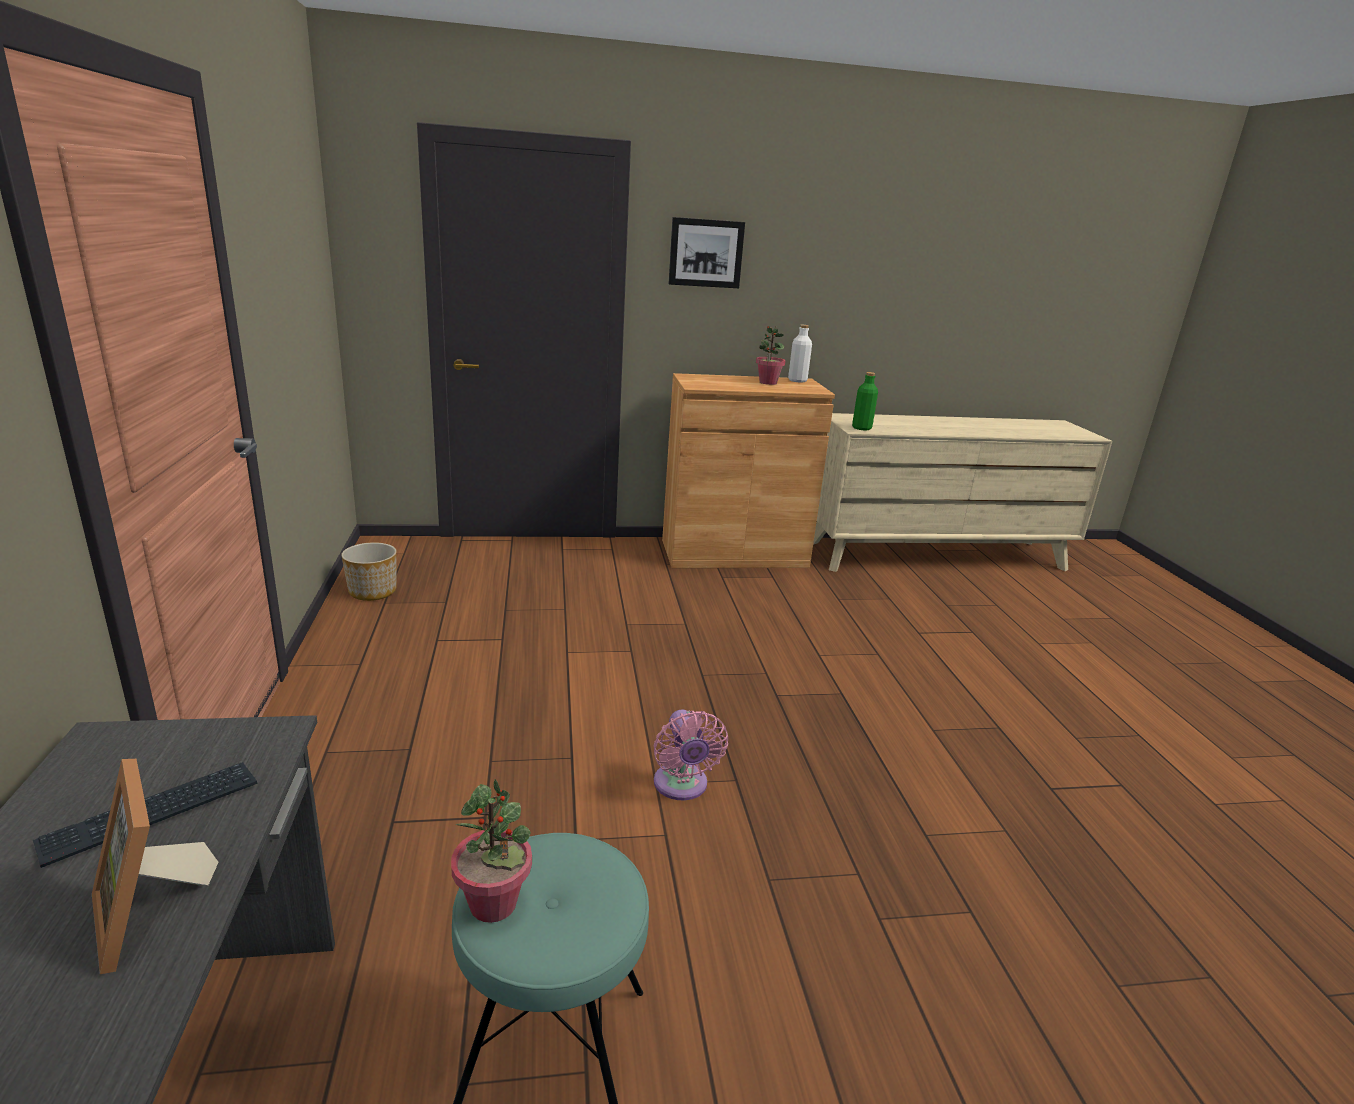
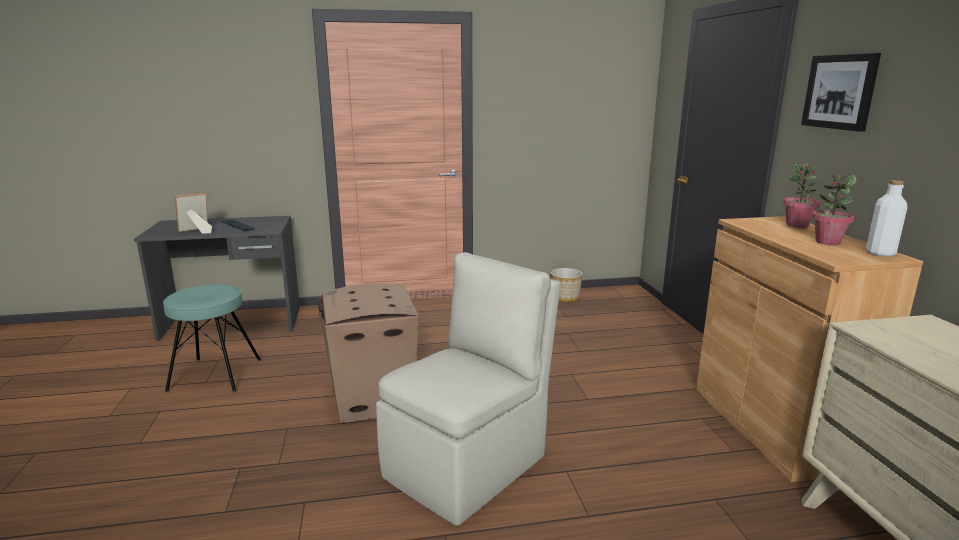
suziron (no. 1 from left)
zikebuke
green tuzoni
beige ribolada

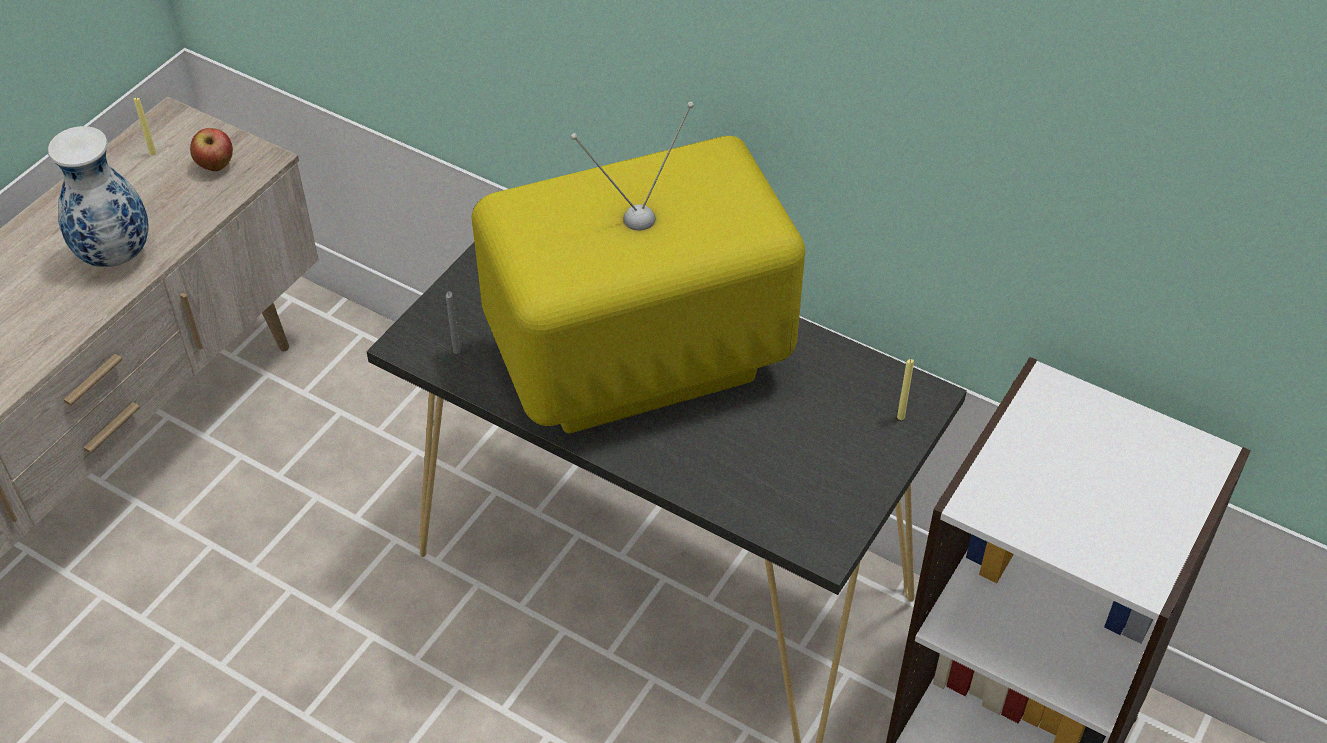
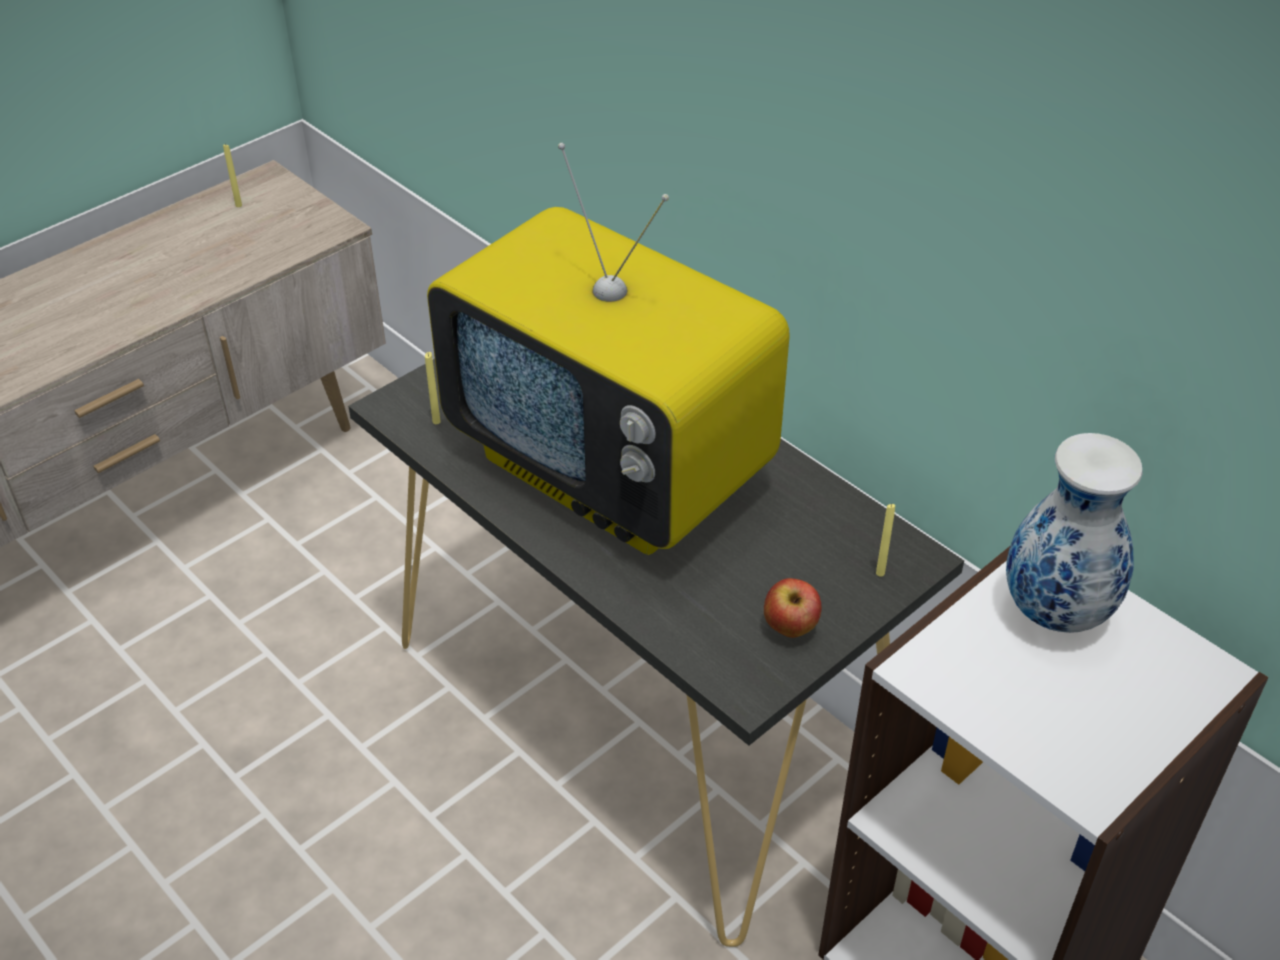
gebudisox
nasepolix
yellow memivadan (no. 2 from left)
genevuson

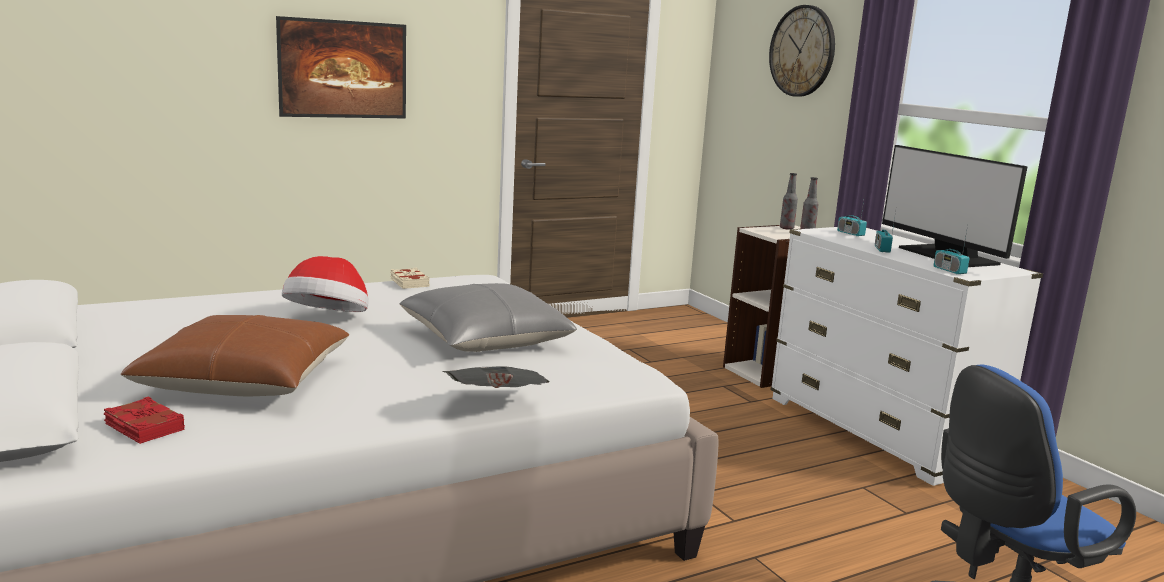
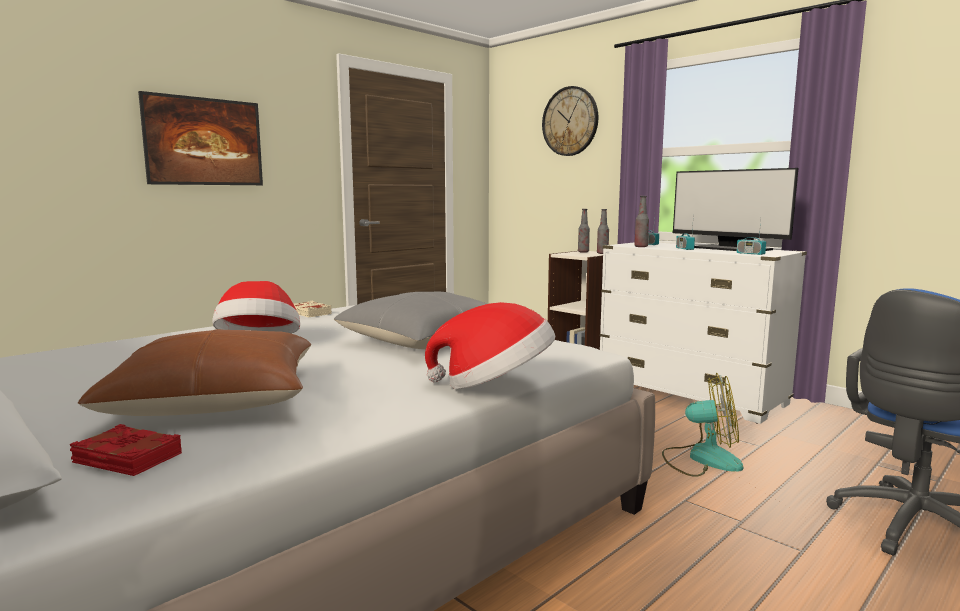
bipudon (no. 2 from left)
tuzoni (no. 3 from left)
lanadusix

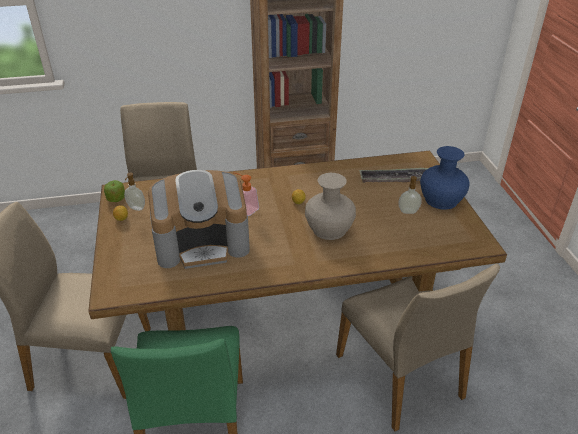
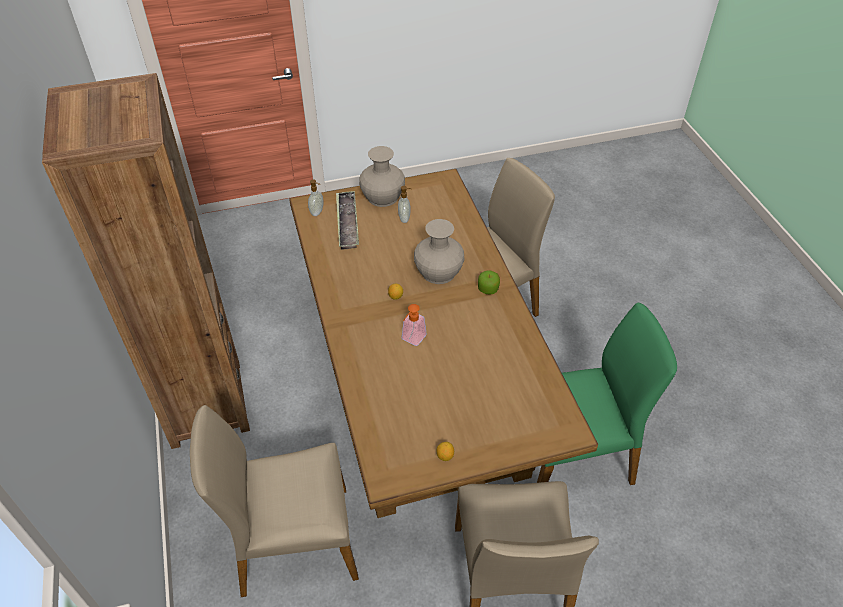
nasepolix
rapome (no. 1 from left)
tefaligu
beige gebudisox (no. 1 from left)

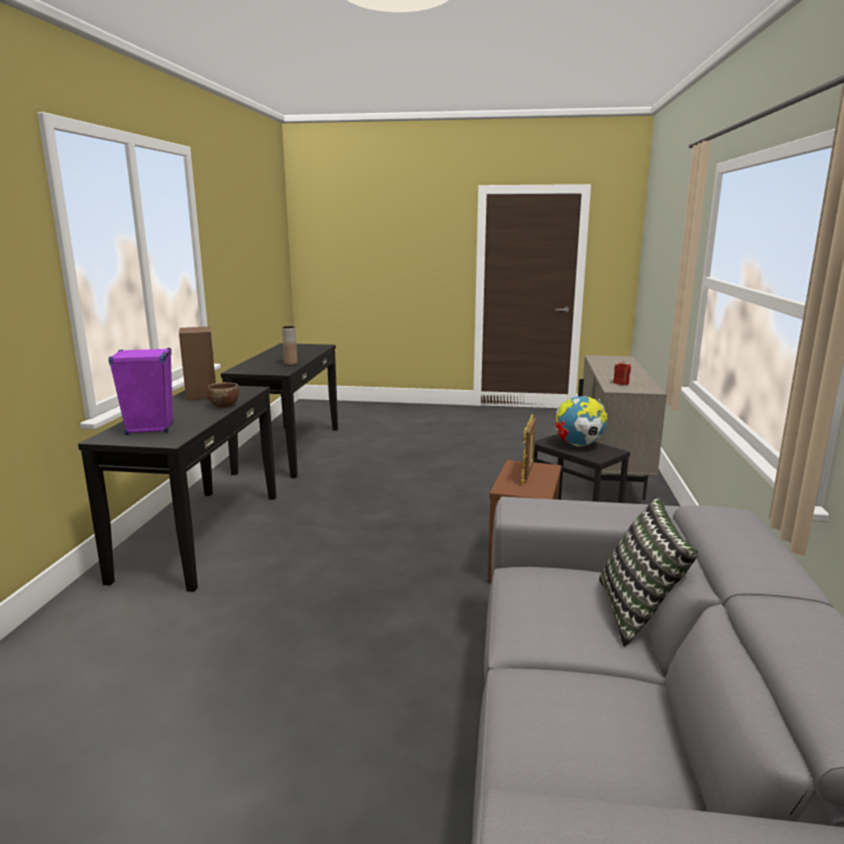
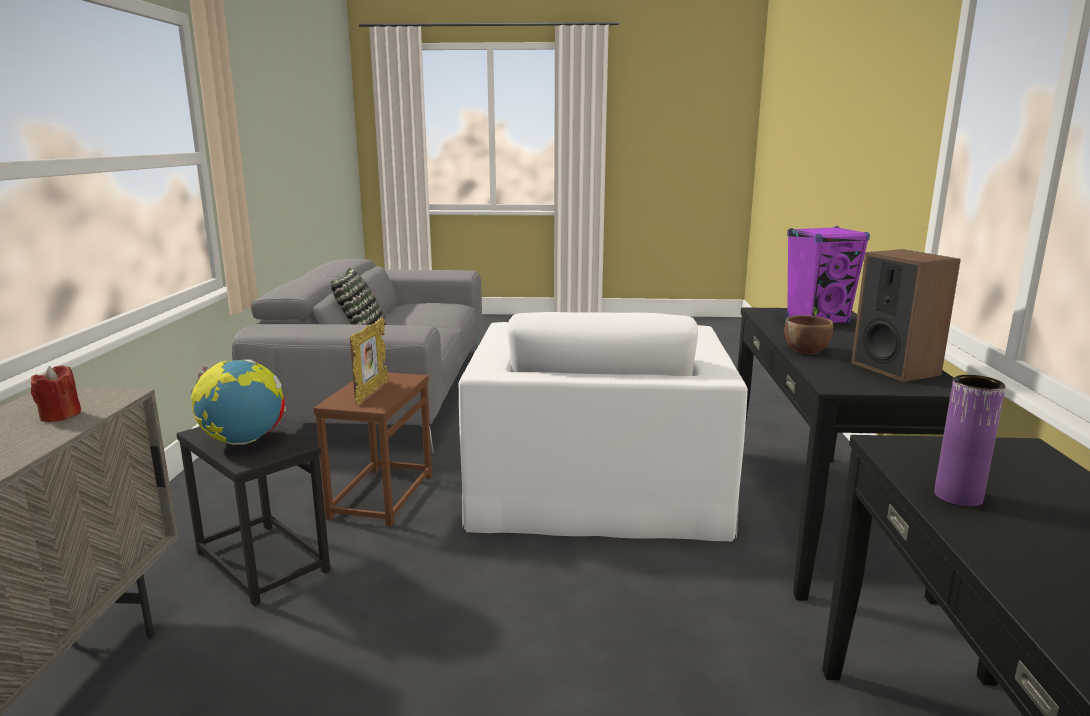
purple gebudisox
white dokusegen

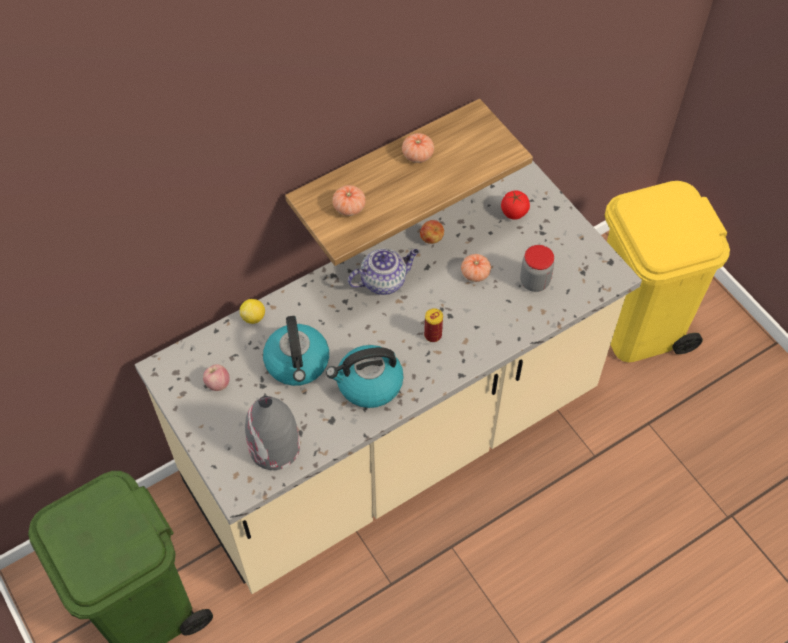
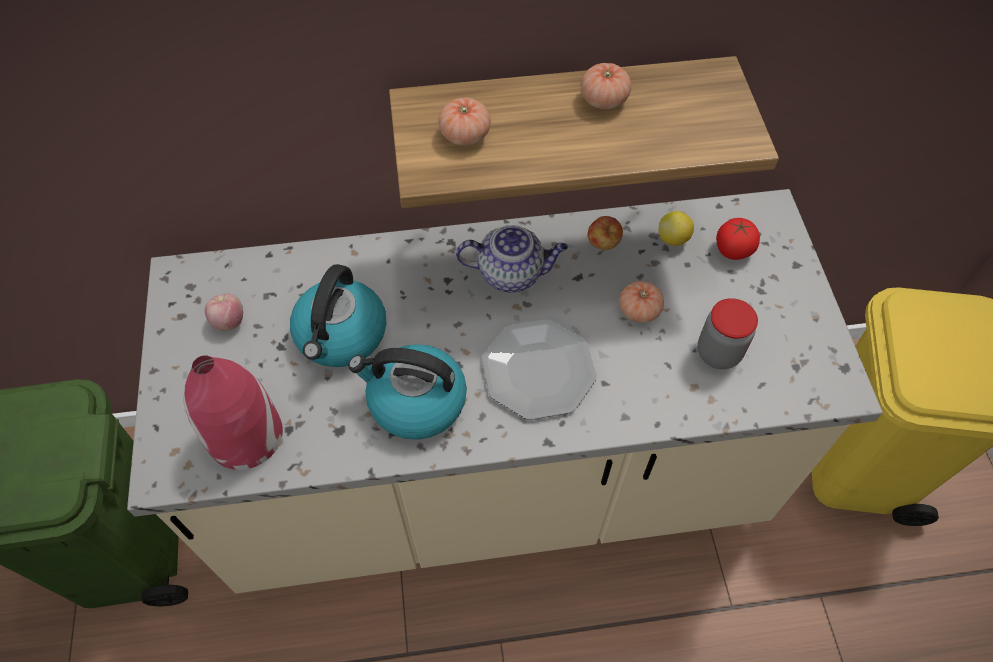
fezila
red gebudisox
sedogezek

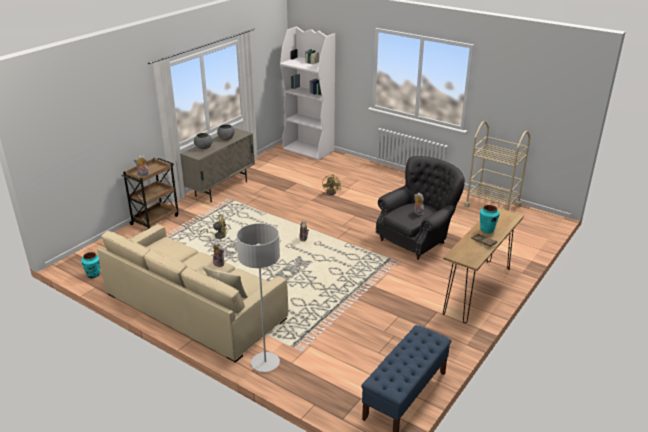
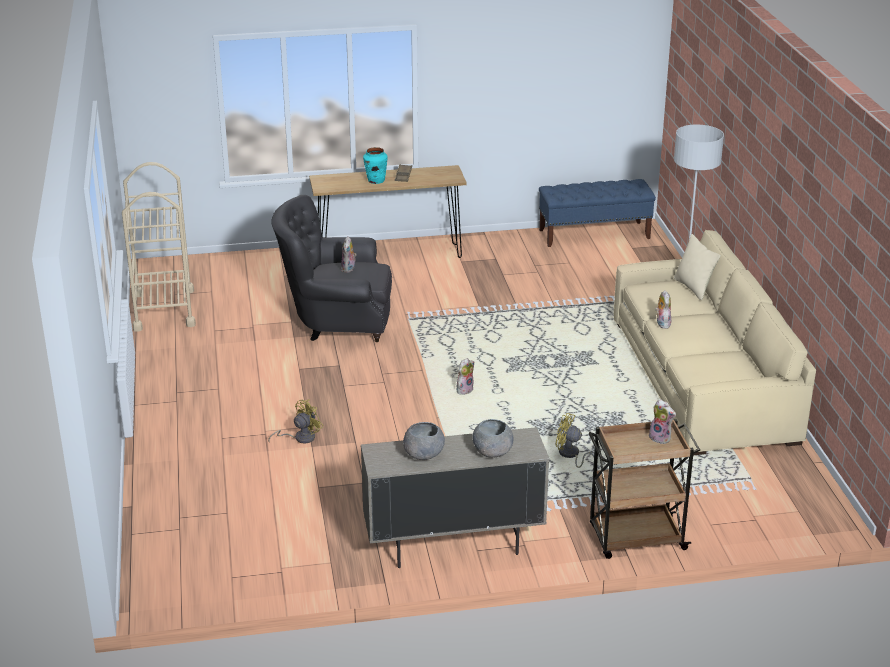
turquoise gebudisox (no. 1 from left in the first image)
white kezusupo

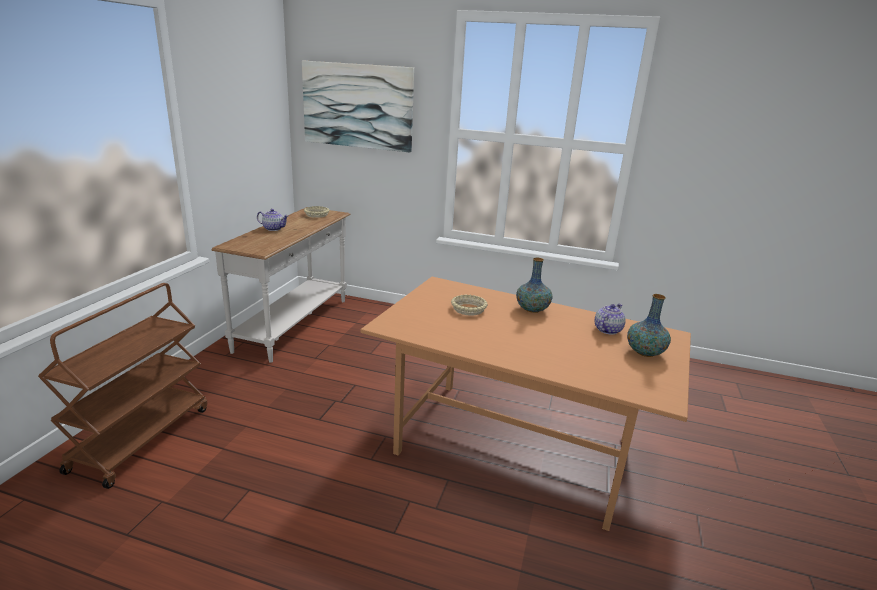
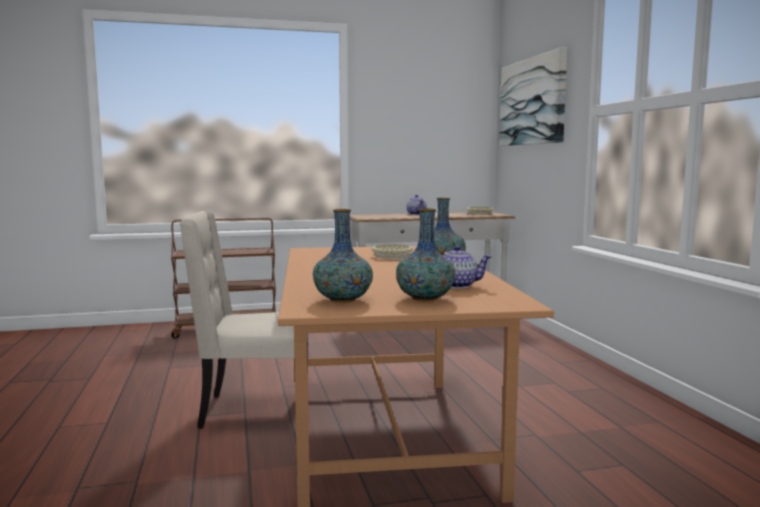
beige ribolada
gebudisox (no. 1 from left)

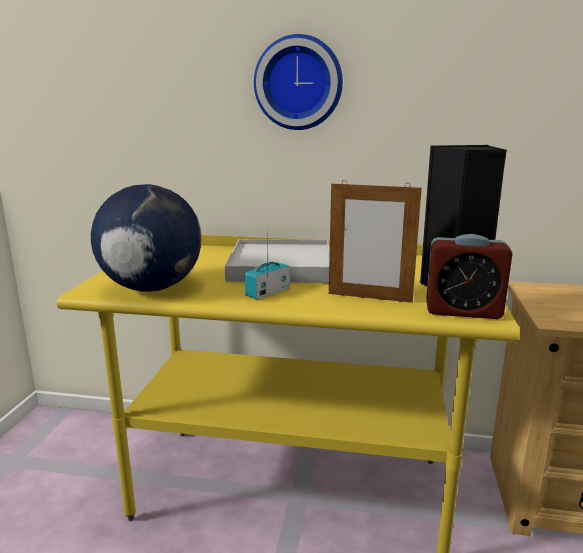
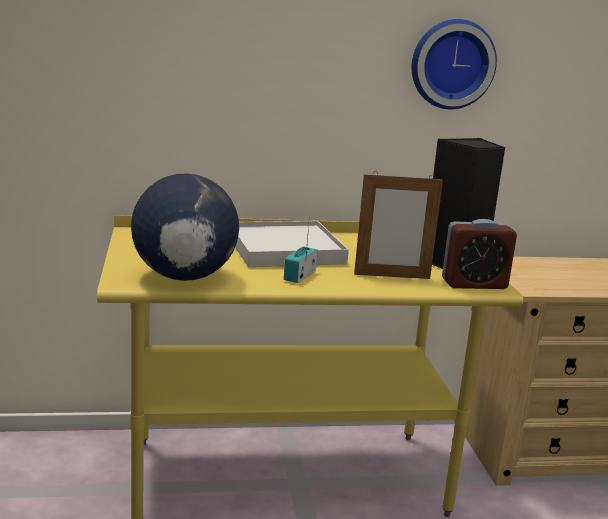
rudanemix

